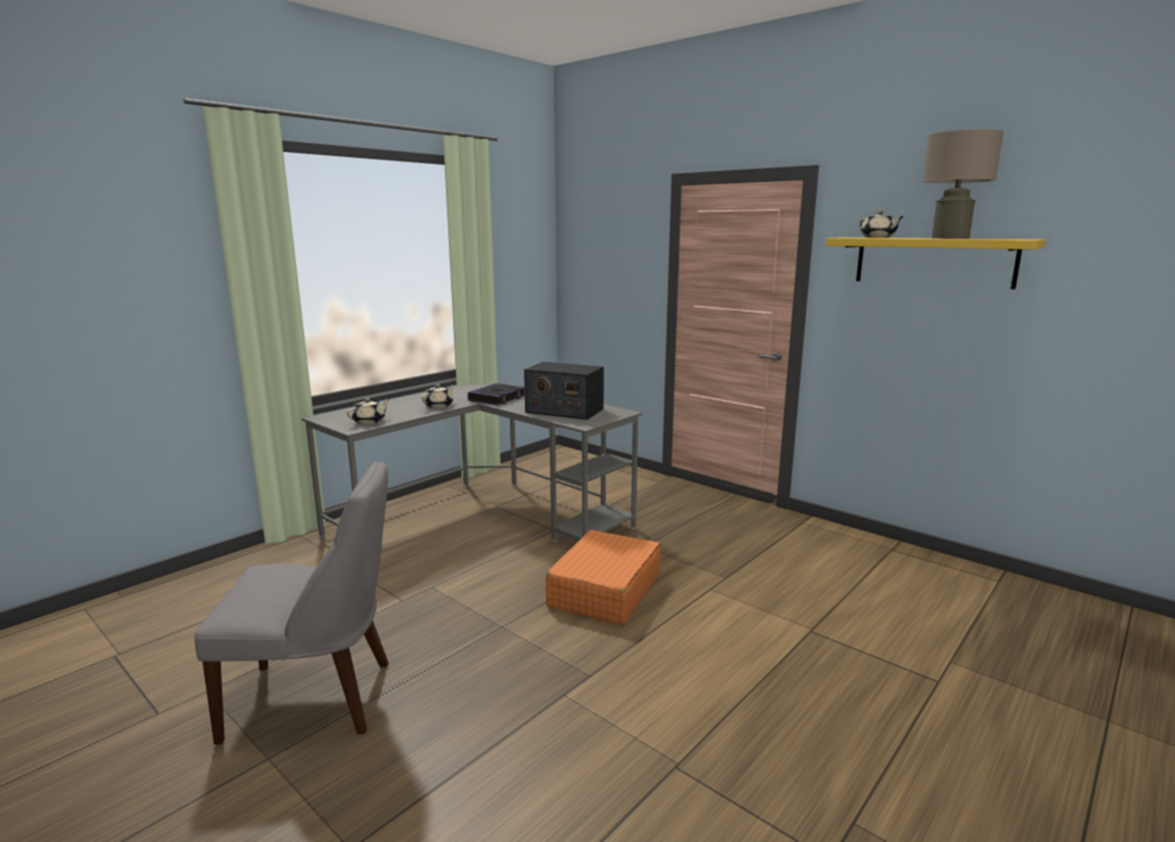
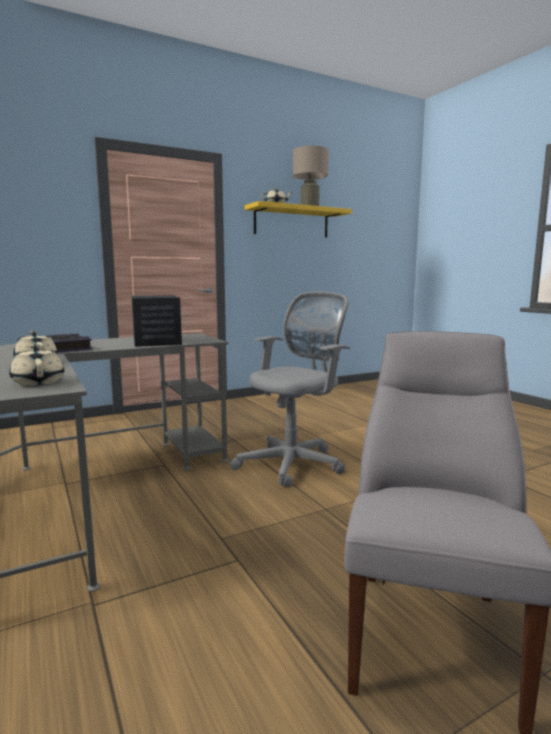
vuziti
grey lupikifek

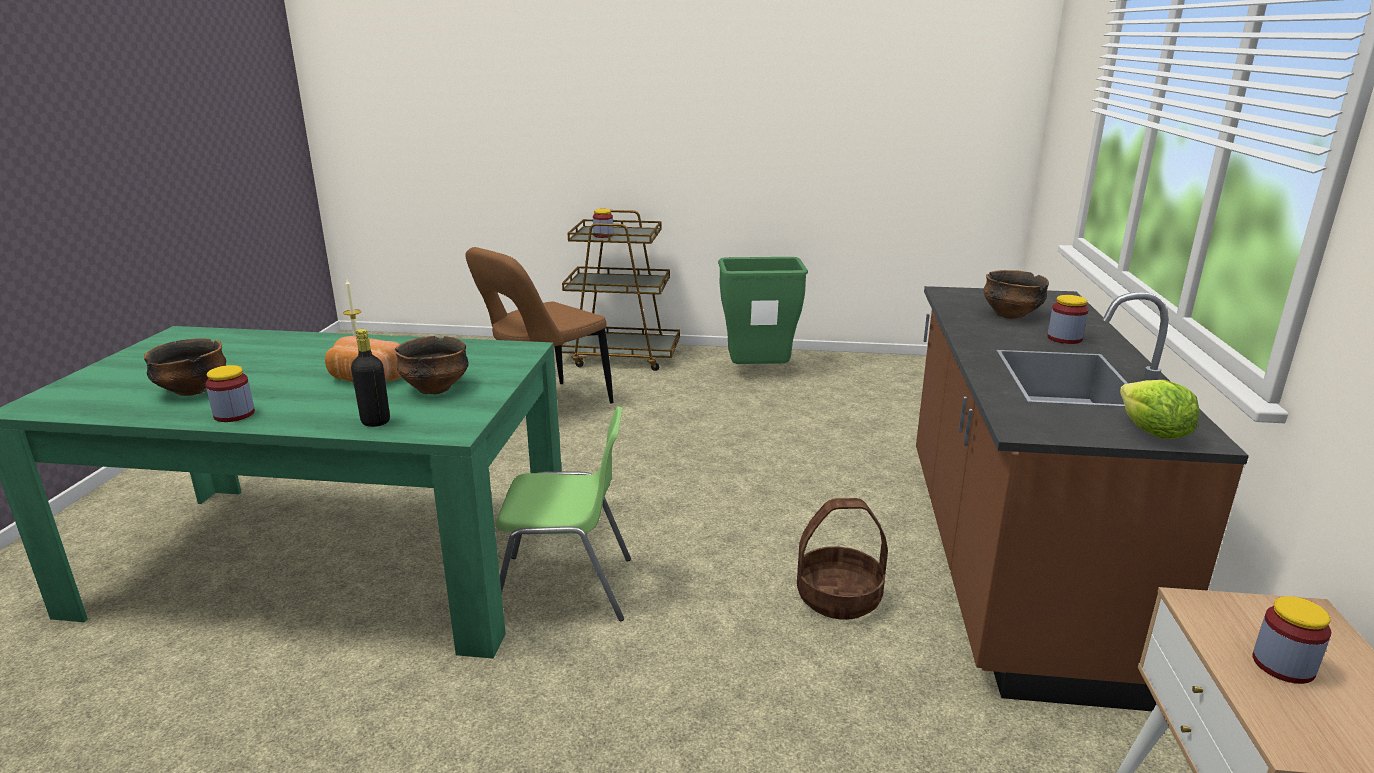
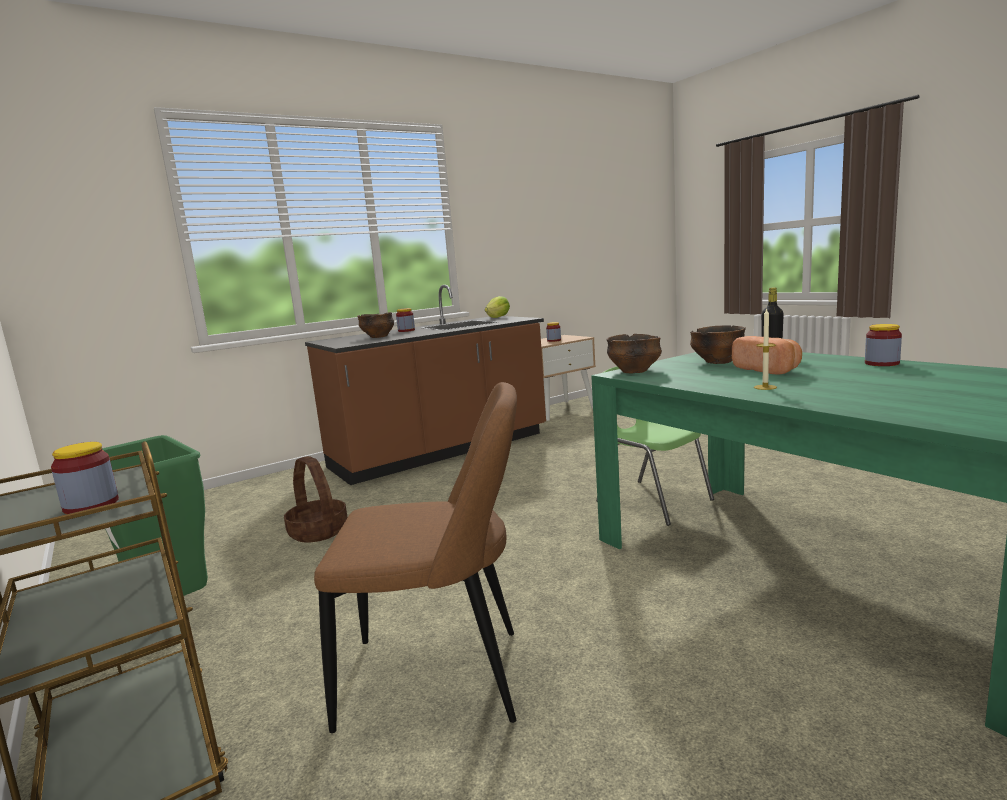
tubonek (no. 2 from left)
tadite

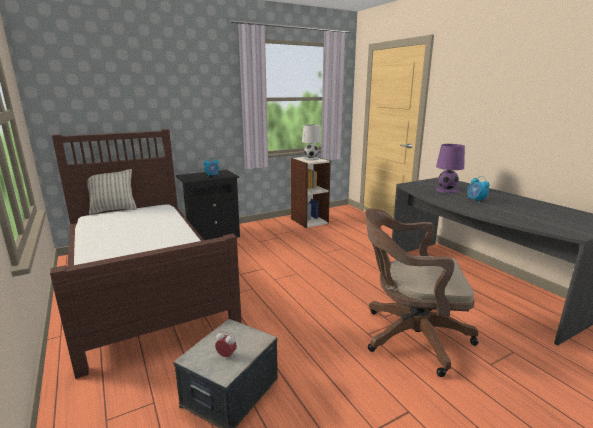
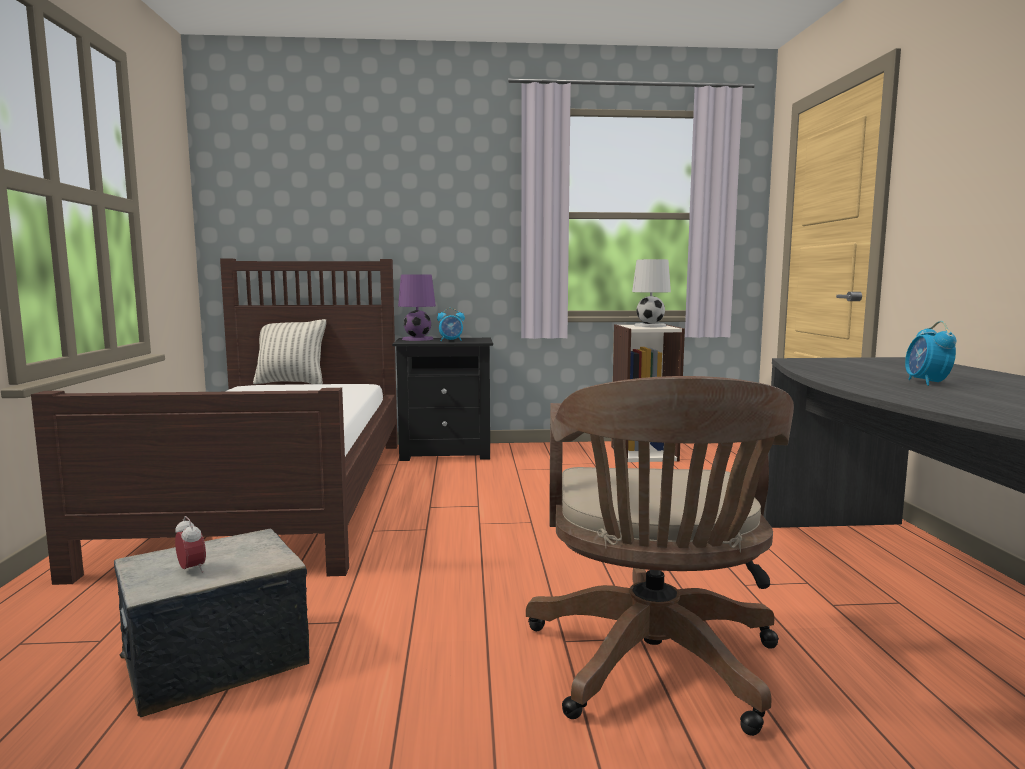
brown lupikifek
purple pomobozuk

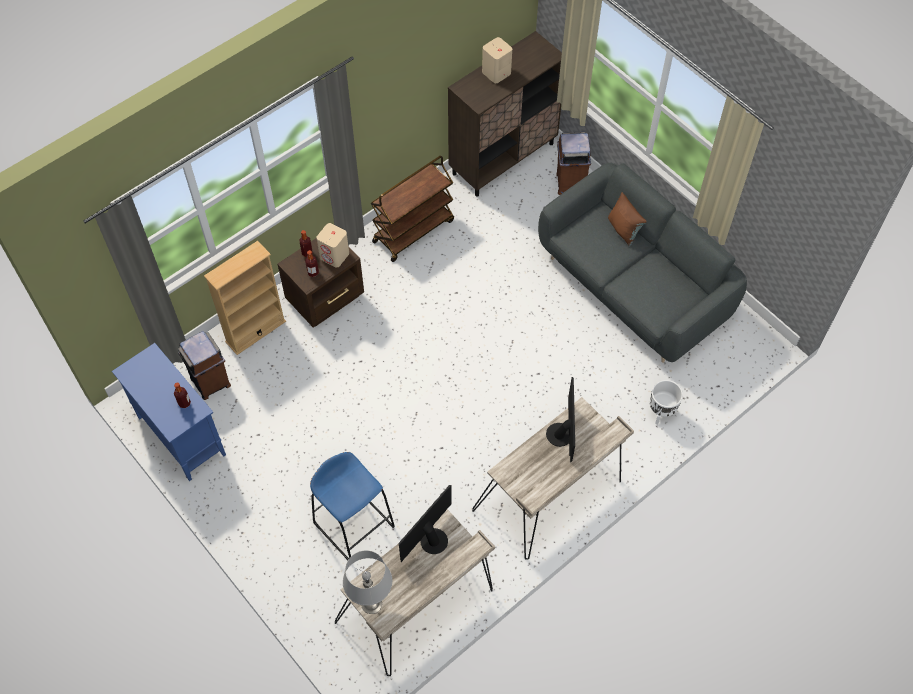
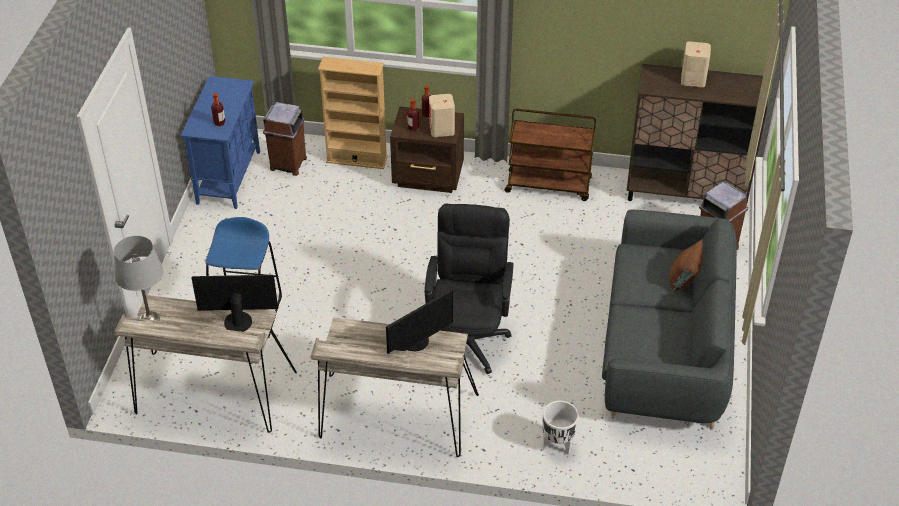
black lupikifek

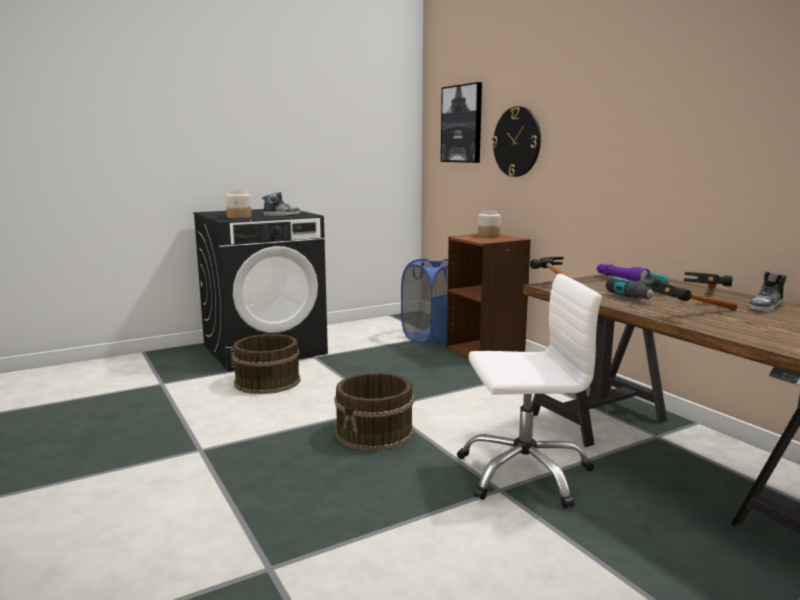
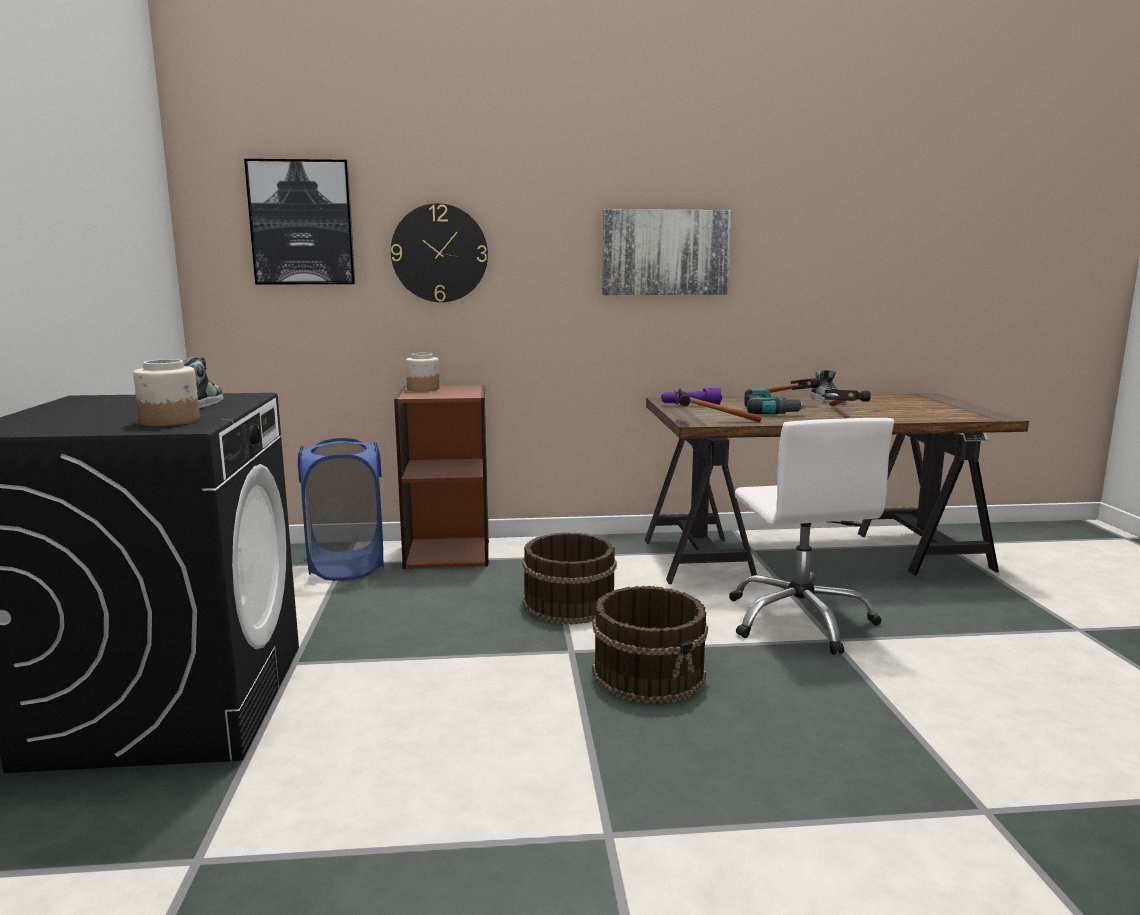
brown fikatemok (no. 1 from left)
white lupikifek
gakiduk (no. 2 from left)

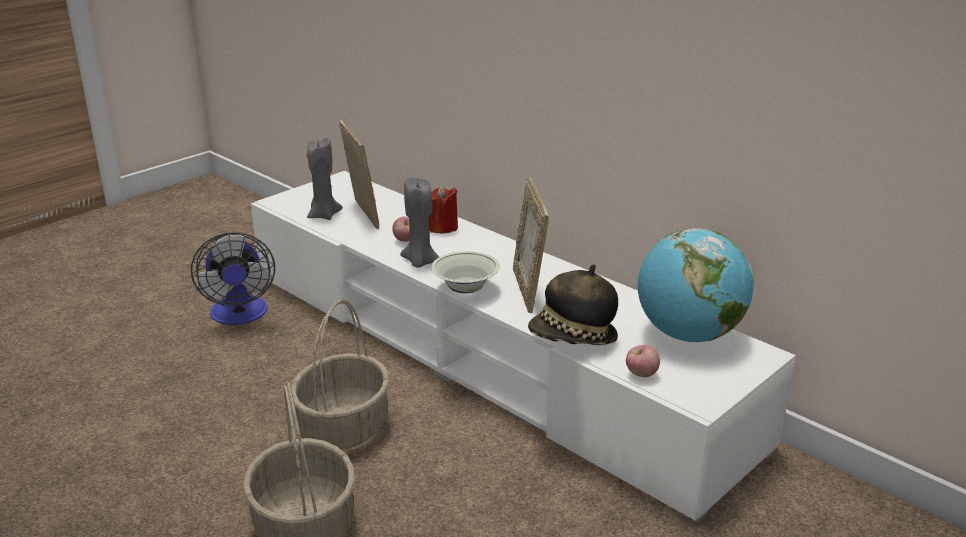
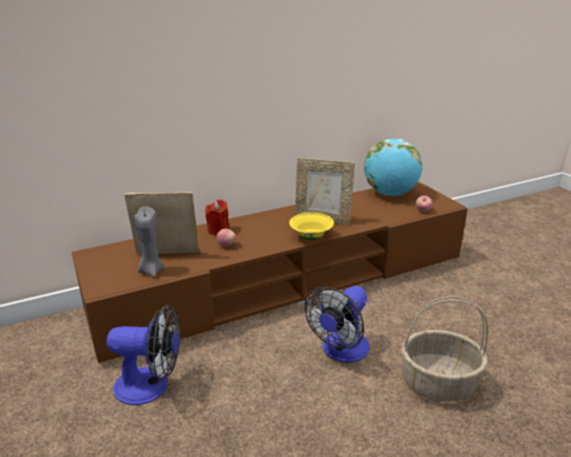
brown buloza
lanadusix (no. 2 from left)
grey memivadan (no. 2 from left in the first image)
yellow tubonek
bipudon

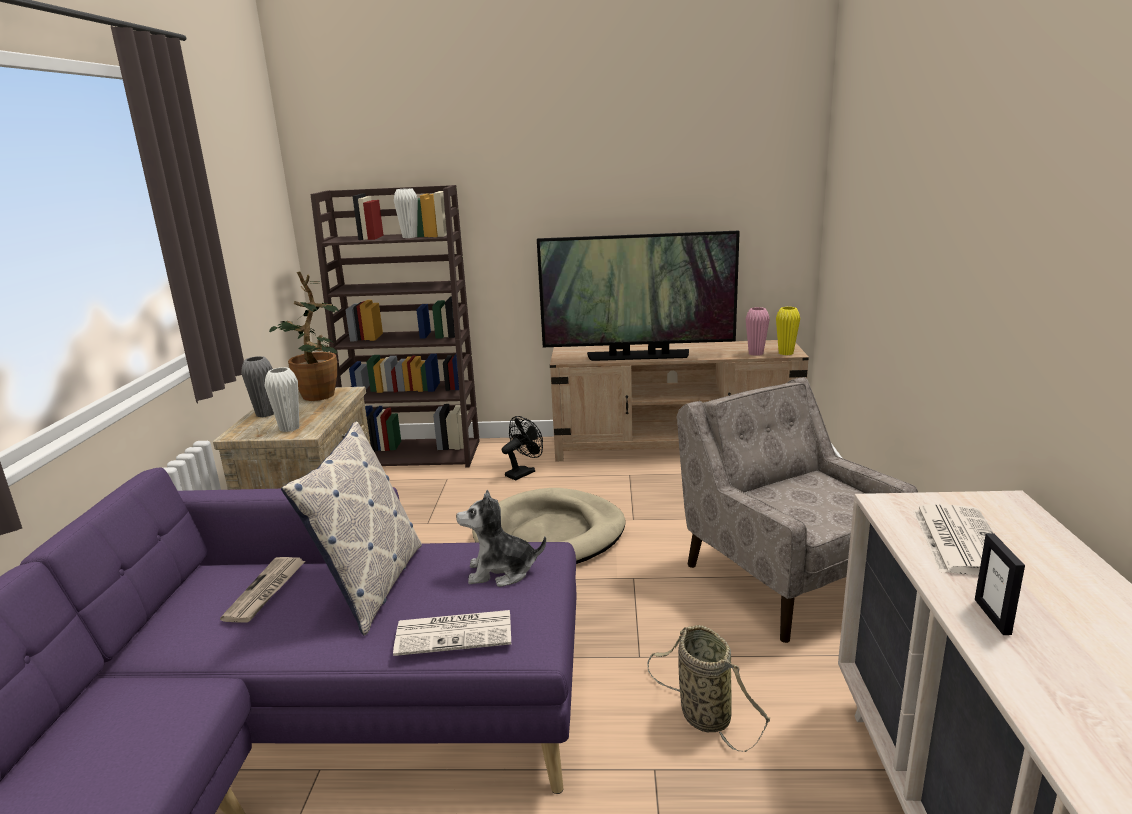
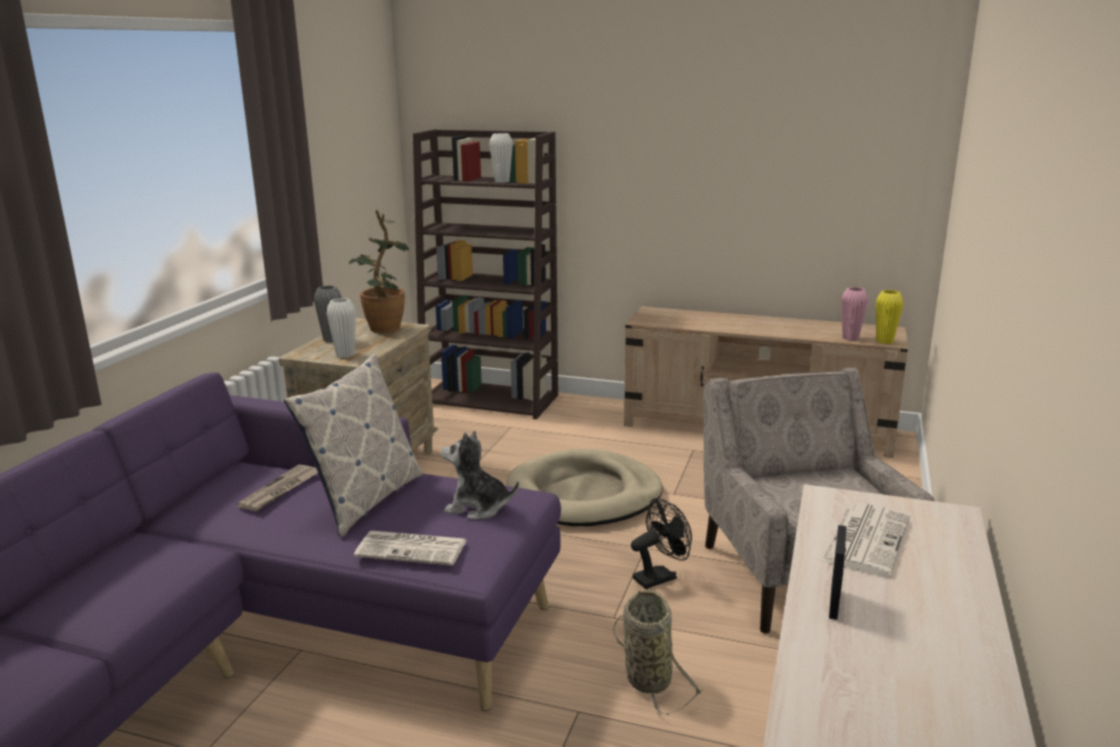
black lanadusix
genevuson

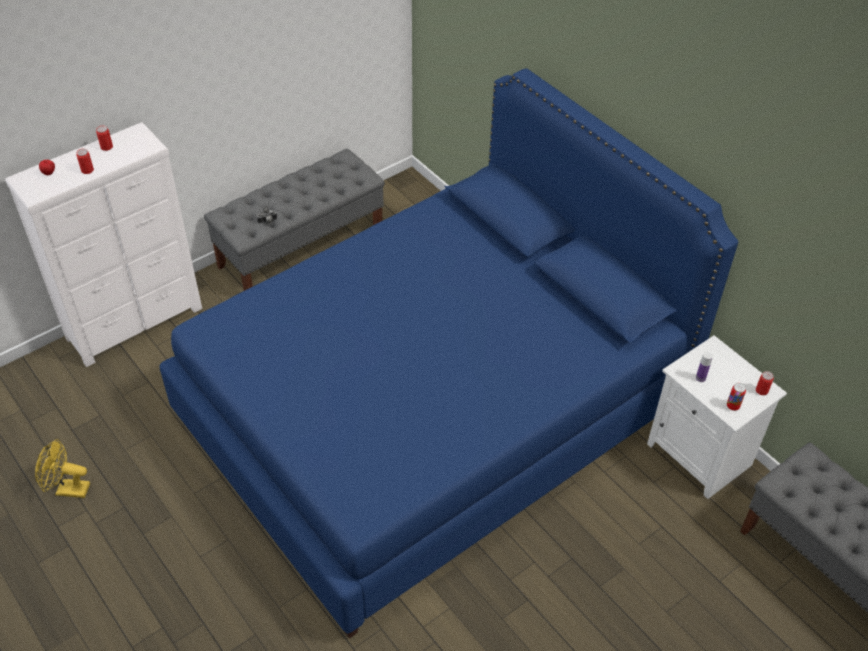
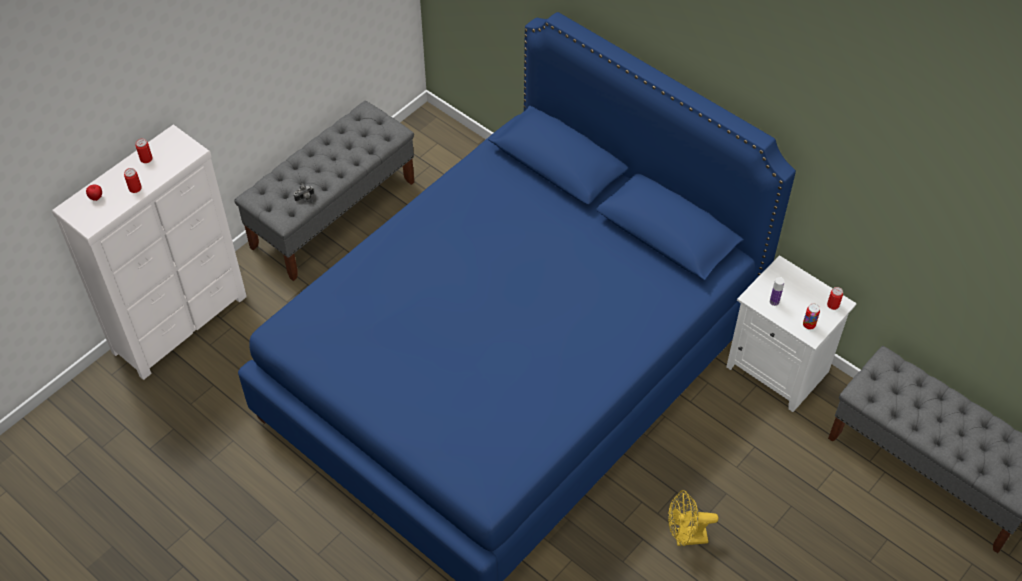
yellow lanadusix

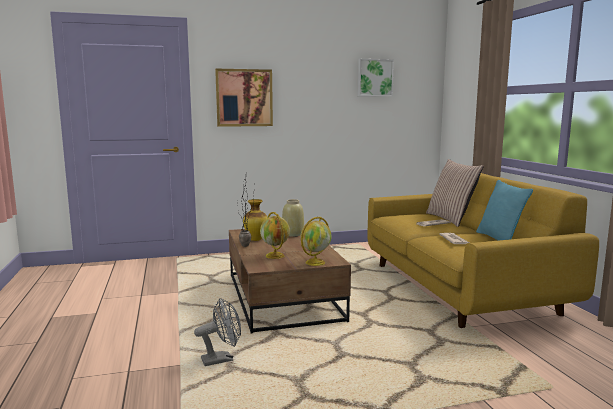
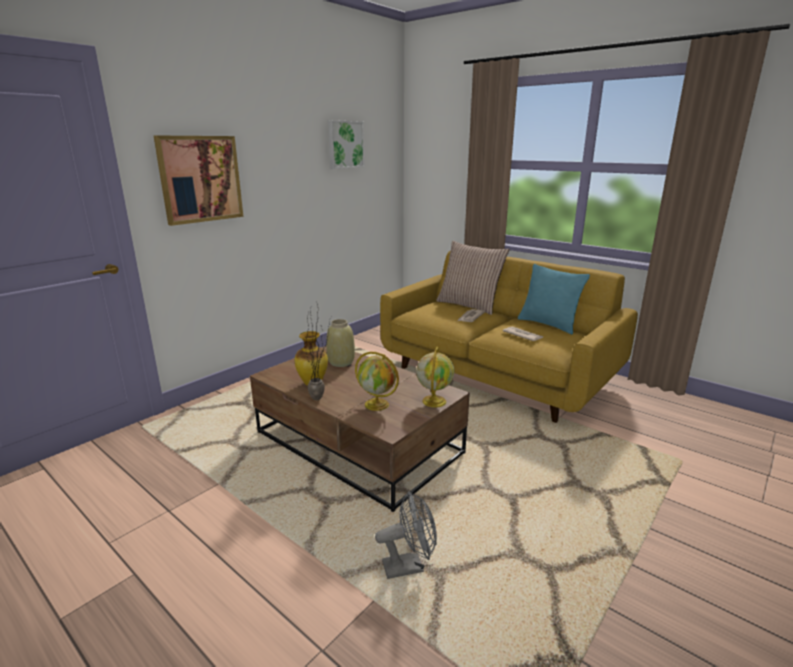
grey lanadusix

